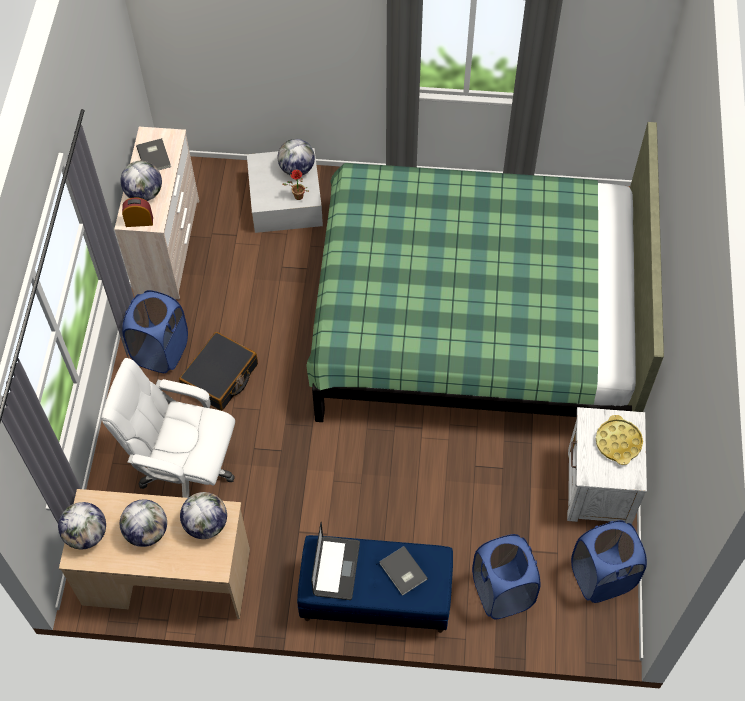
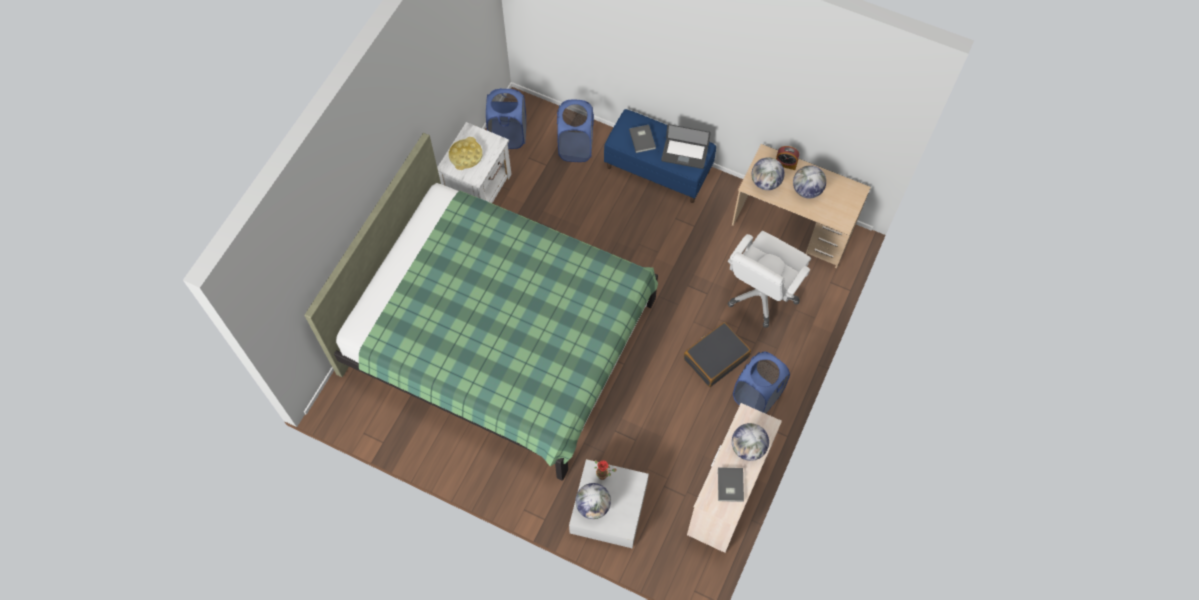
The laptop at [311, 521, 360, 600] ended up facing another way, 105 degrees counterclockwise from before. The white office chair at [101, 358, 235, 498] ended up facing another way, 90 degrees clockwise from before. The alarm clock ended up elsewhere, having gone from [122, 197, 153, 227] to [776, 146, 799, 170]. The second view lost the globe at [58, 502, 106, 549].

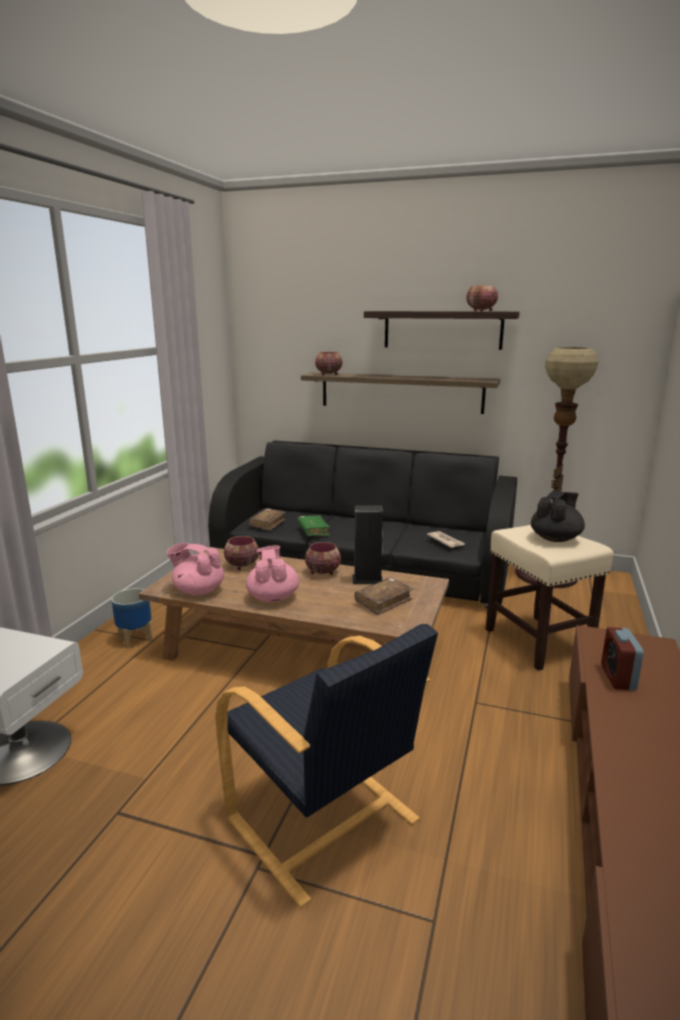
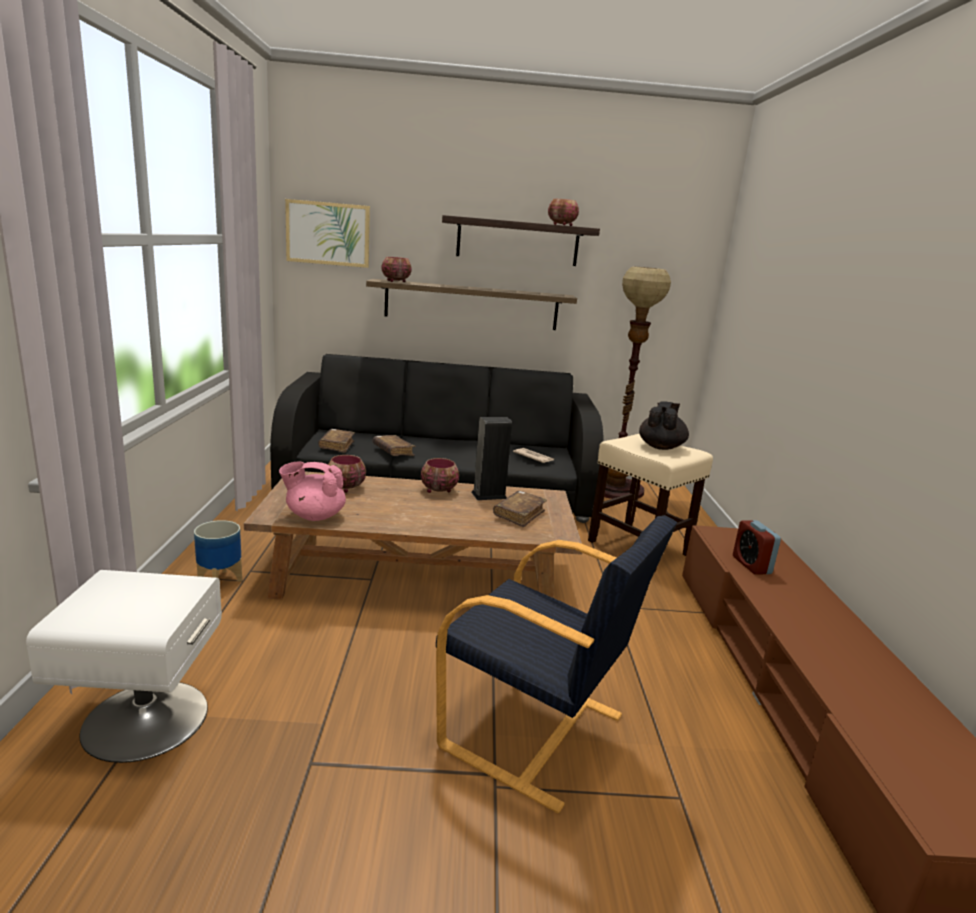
The second view gained the picture at [285, 199, 370, 268]. What was the green book at [297, 515, 330, 536] turned into the brown book at [373, 435, 416, 456]. The second view lost the pink teapot at [246, 545, 299, 602].

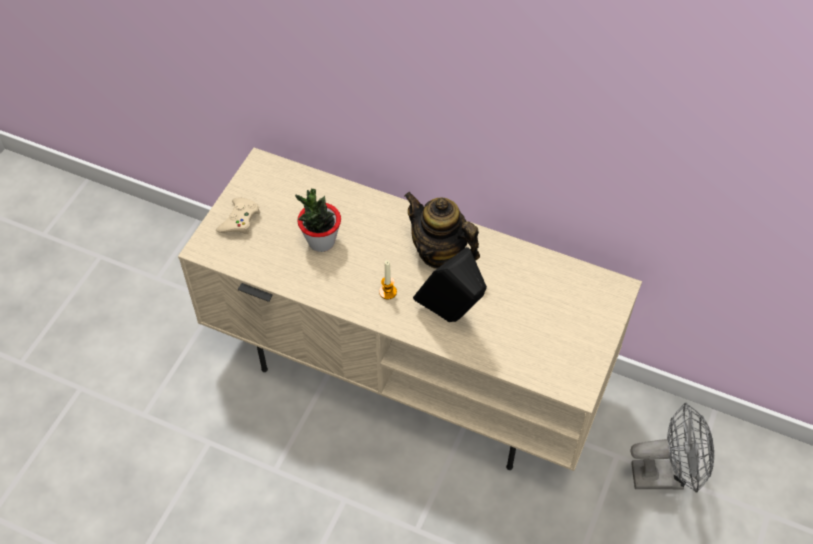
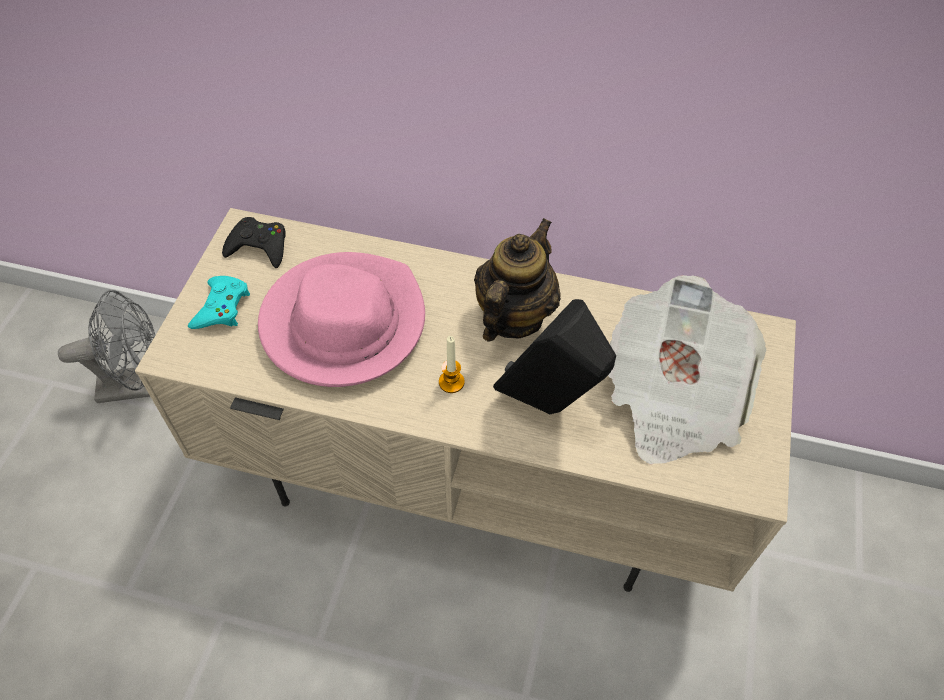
The grey fan ended up elsewhere, having gone from [631, 403, 714, 493] to [58, 290, 155, 403]. What was the beige game controller at [216, 198, 260, 234] turned into the turquoise game controller at [188, 276, 250, 329]. The second view gained the black game controller at [222, 217, 286, 268]. Where the potted plant stood at [295, 189, 341, 252], the pink hat came to stand at [258, 252, 425, 387]. The teapot at [404, 192, 480, 269] ended up facing another way, 90 degrees clockwise from before. The second view gained the newspaper at [608, 275, 767, 464].

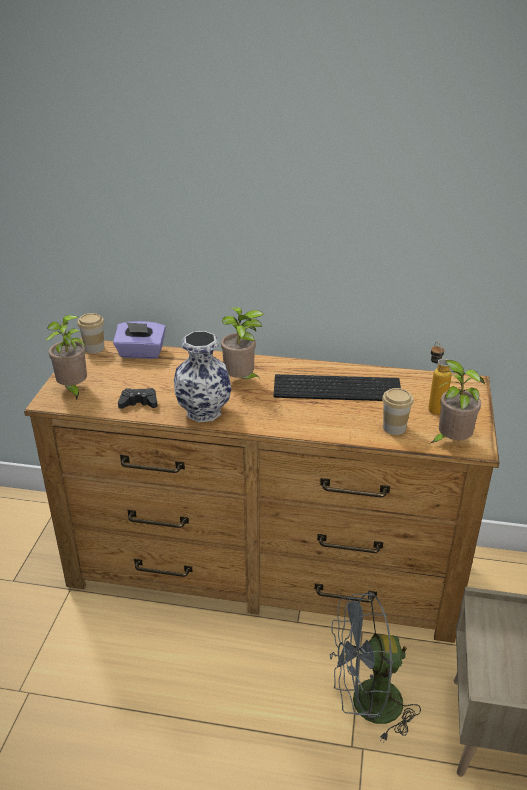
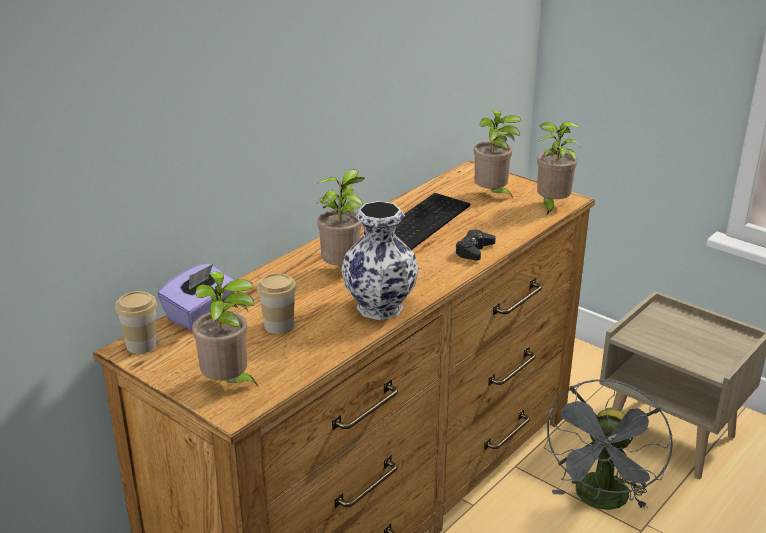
The cup ended up elsewhere, having gone from [382, 388, 414, 435] to [257, 273, 297, 334]. The black game controller ended up elsewhere, having gone from [118, 388, 158, 409] to [455, 230, 496, 260]. Where the bottle stood at [428, 341, 452, 415], the potted plant came to stand at [474, 111, 522, 200].

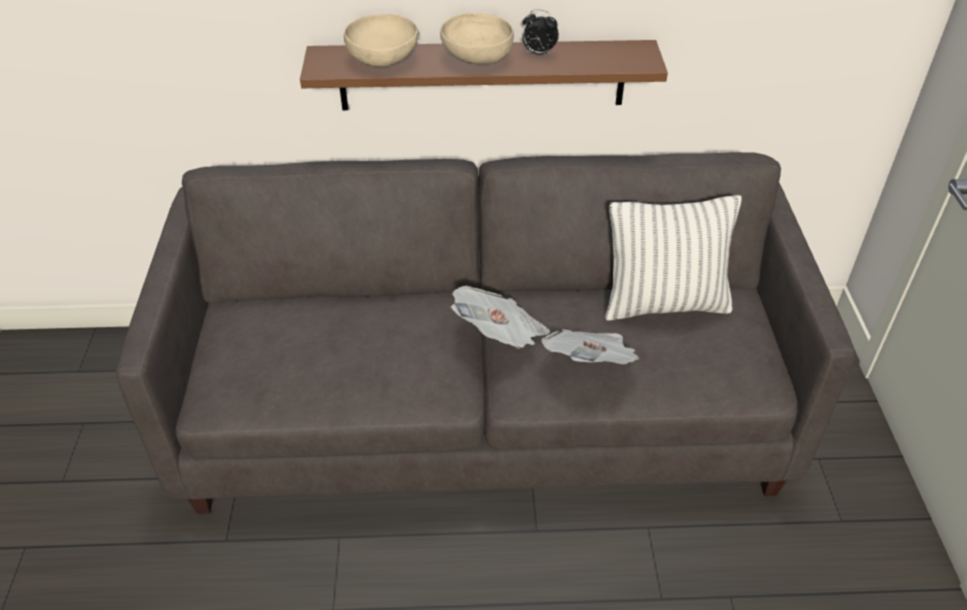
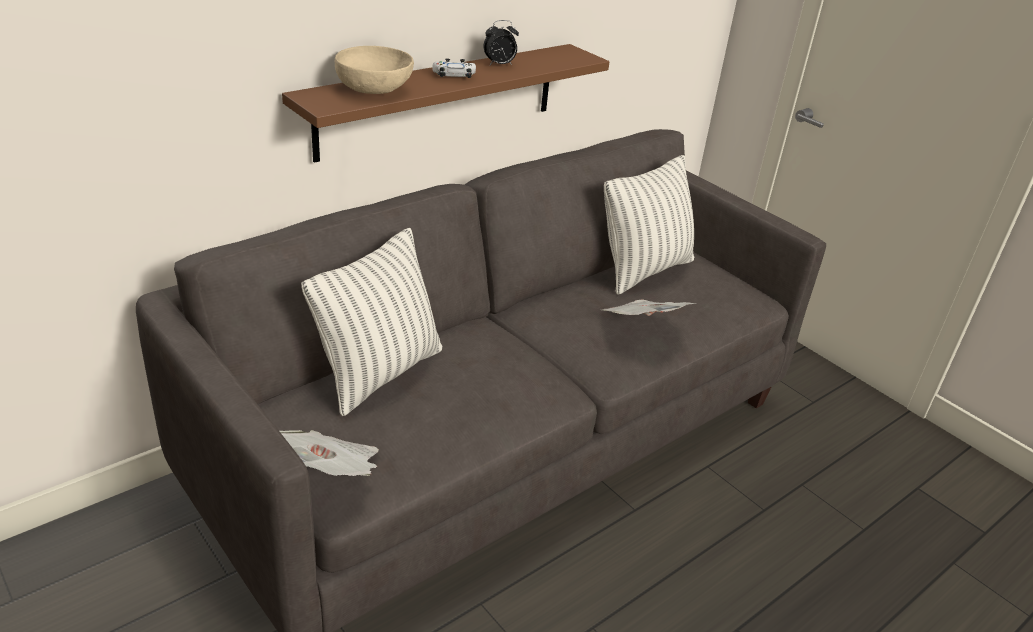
The newspaper ended up elsewhere, having gone from [451, 286, 550, 348] to [279, 430, 379, 476]. The second view gained the pillow at [301, 228, 442, 416]. Where the beige bowl stood at [440, 13, 514, 64], the white game controller came to stand at [433, 58, 476, 78].

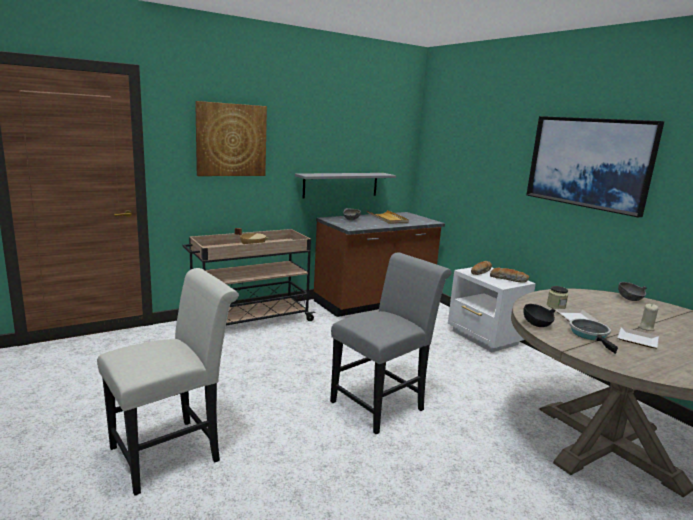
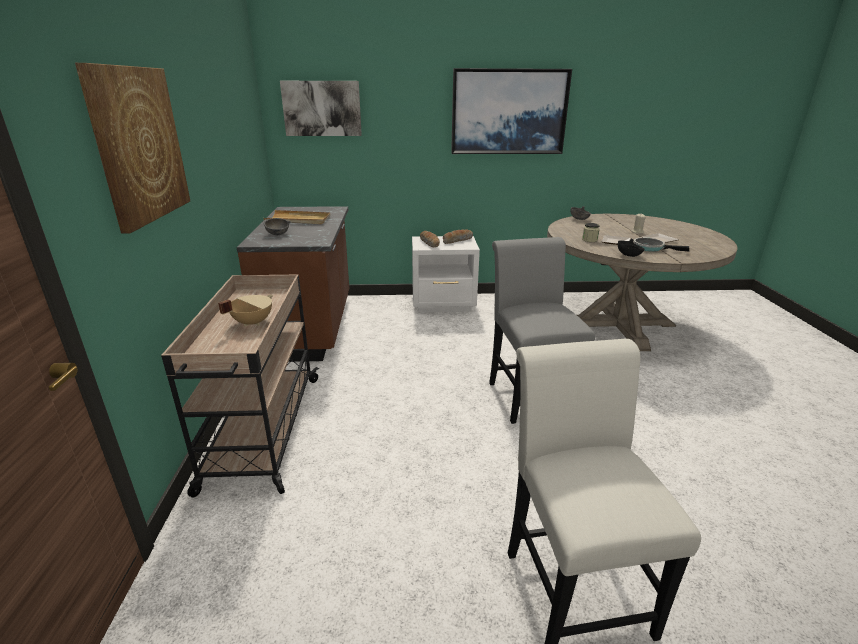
The second view gained the picture at [280, 81, 362, 136]. The second view lost the grey shelf at [295, 173, 396, 199].

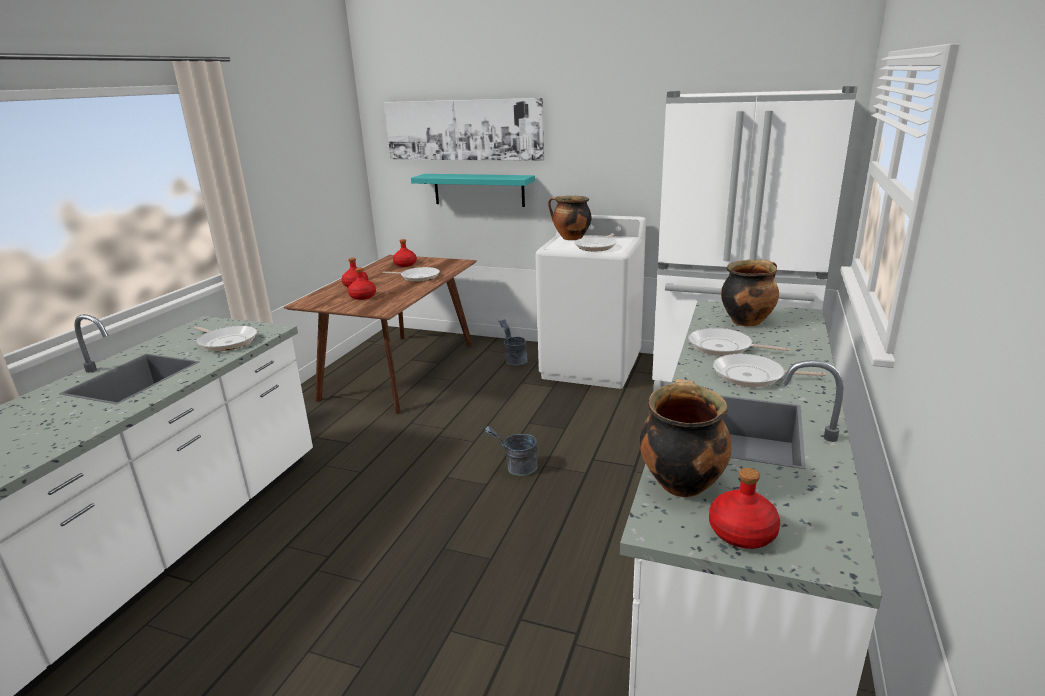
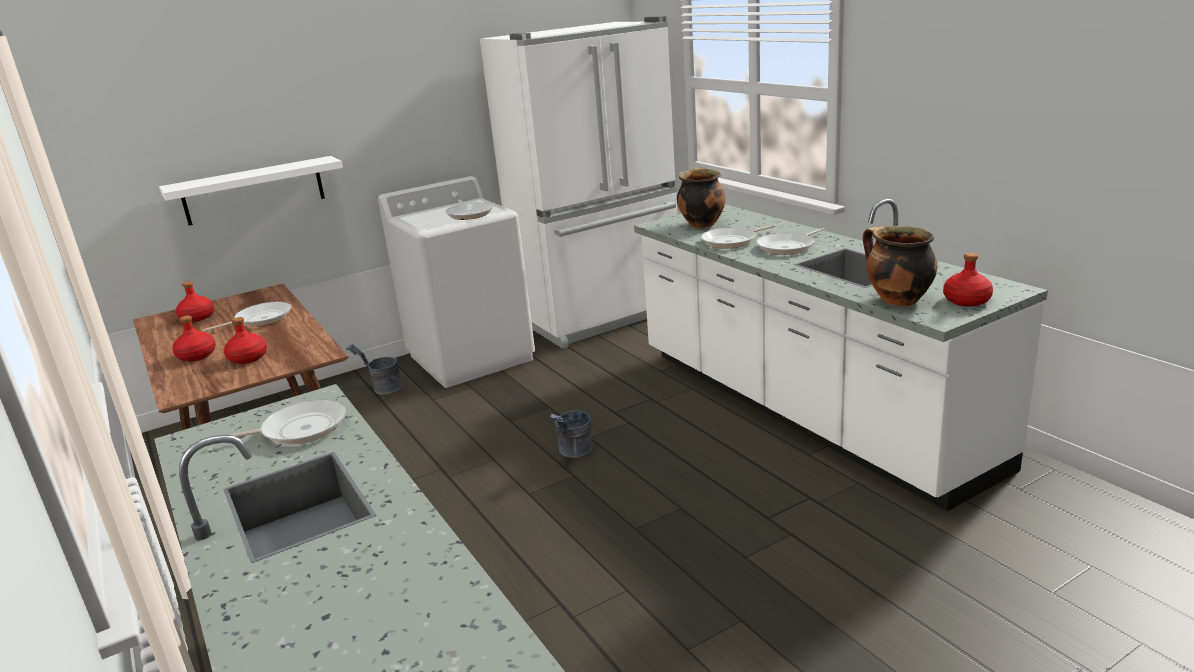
What was the turquoise shelf at [411, 174, 535, 207] turned into the white shelf at [159, 156, 343, 226]. The second view lost the picture at [384, 98, 544, 161]. The second view lost the cooking pot at [548, 196, 592, 240].

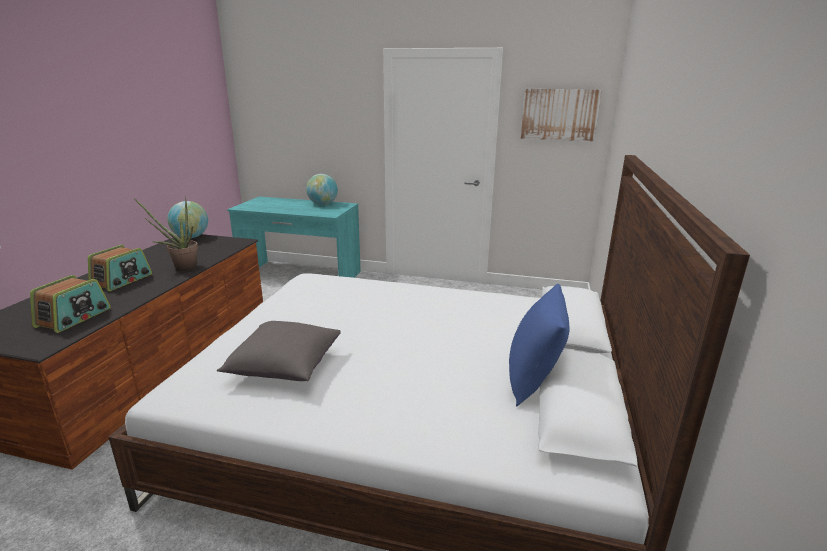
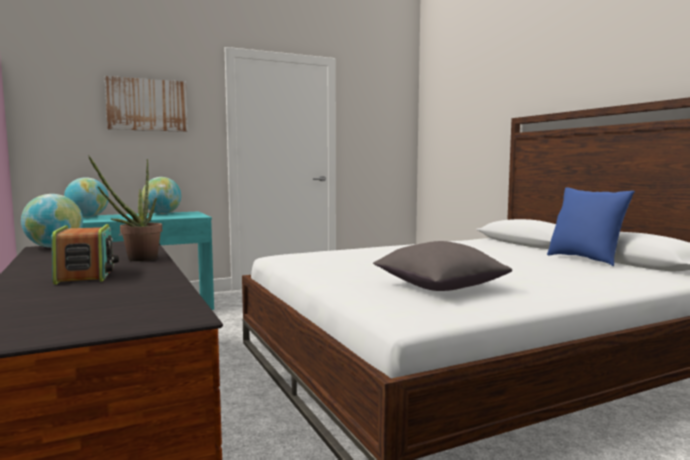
The second view gained the globe at [64, 177, 109, 217]. The picture ended up elsewhere, having gone from [521, 89, 602, 141] to [105, 76, 188, 132]. The second view lost the radio at [30, 275, 111, 333].

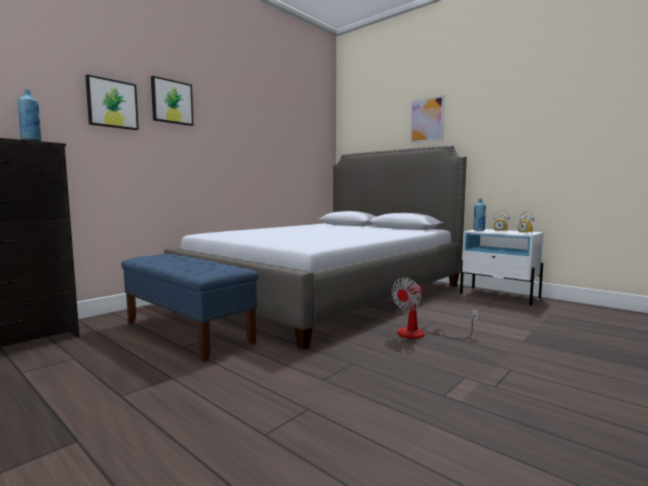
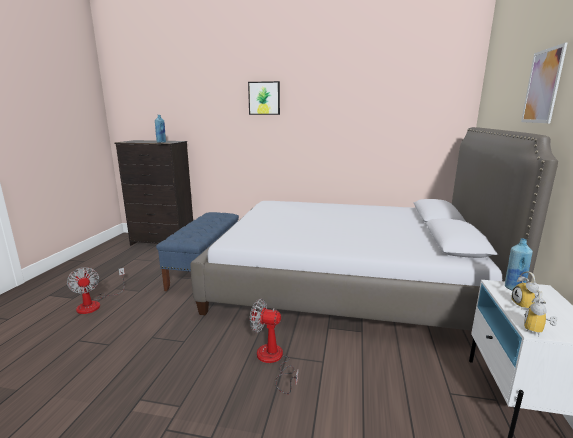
The second view gained the fan at [67, 267, 125, 314]. The second view lost the picture at [85, 74, 139, 130].

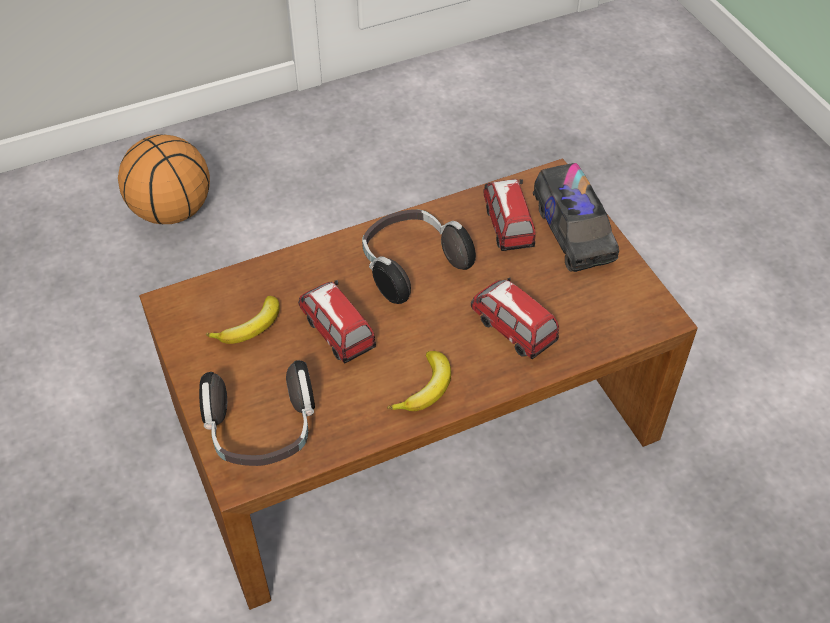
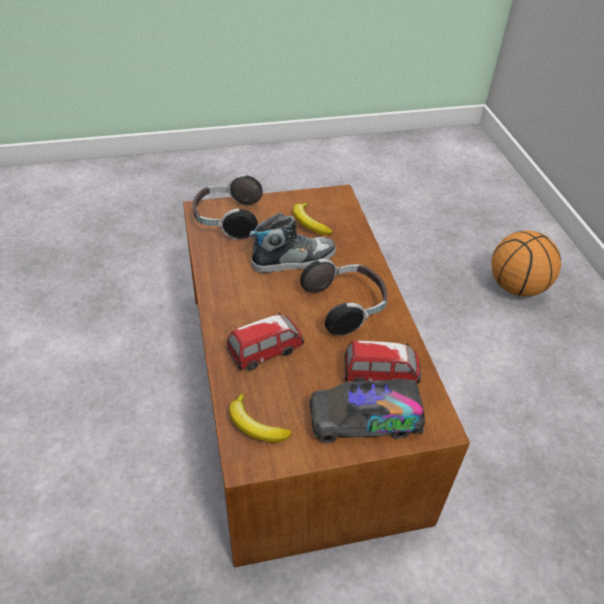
The banana ended up elsewhere, having gone from [387, 351, 451, 411] to [229, 392, 292, 443]. Where the toy car stood at [298, 280, 376, 363], the shoe came to stand at [249, 213, 336, 273].

